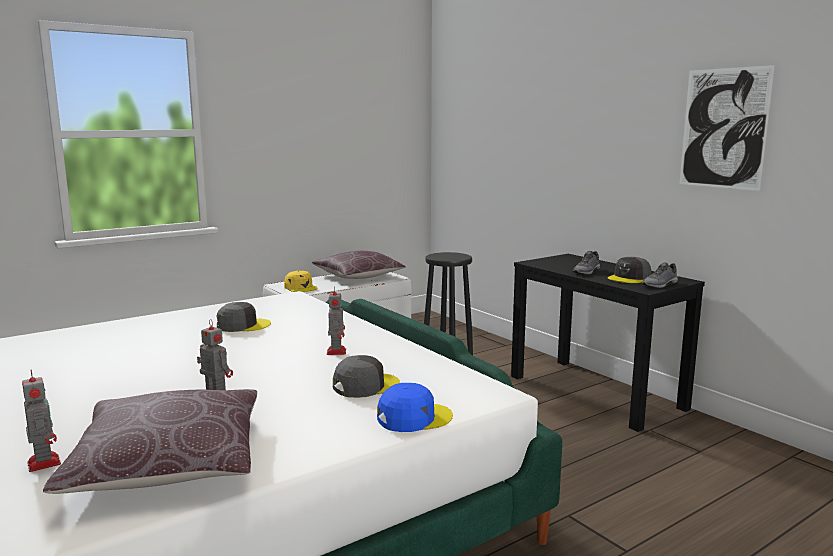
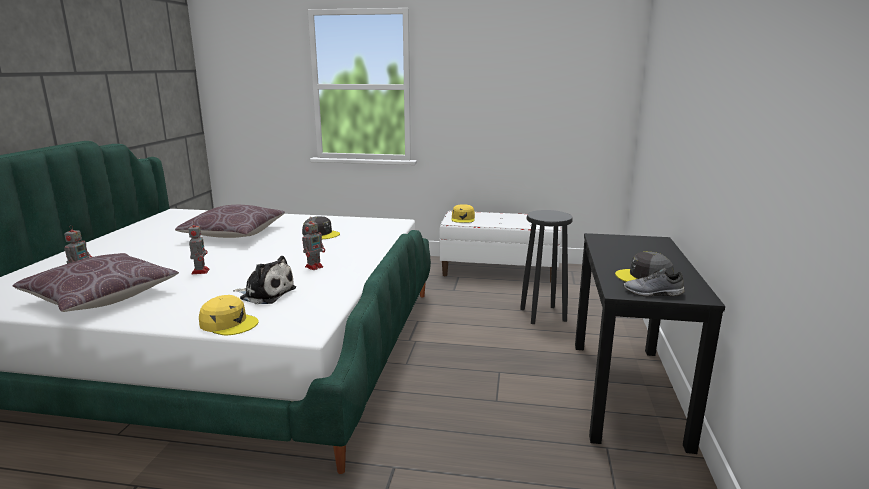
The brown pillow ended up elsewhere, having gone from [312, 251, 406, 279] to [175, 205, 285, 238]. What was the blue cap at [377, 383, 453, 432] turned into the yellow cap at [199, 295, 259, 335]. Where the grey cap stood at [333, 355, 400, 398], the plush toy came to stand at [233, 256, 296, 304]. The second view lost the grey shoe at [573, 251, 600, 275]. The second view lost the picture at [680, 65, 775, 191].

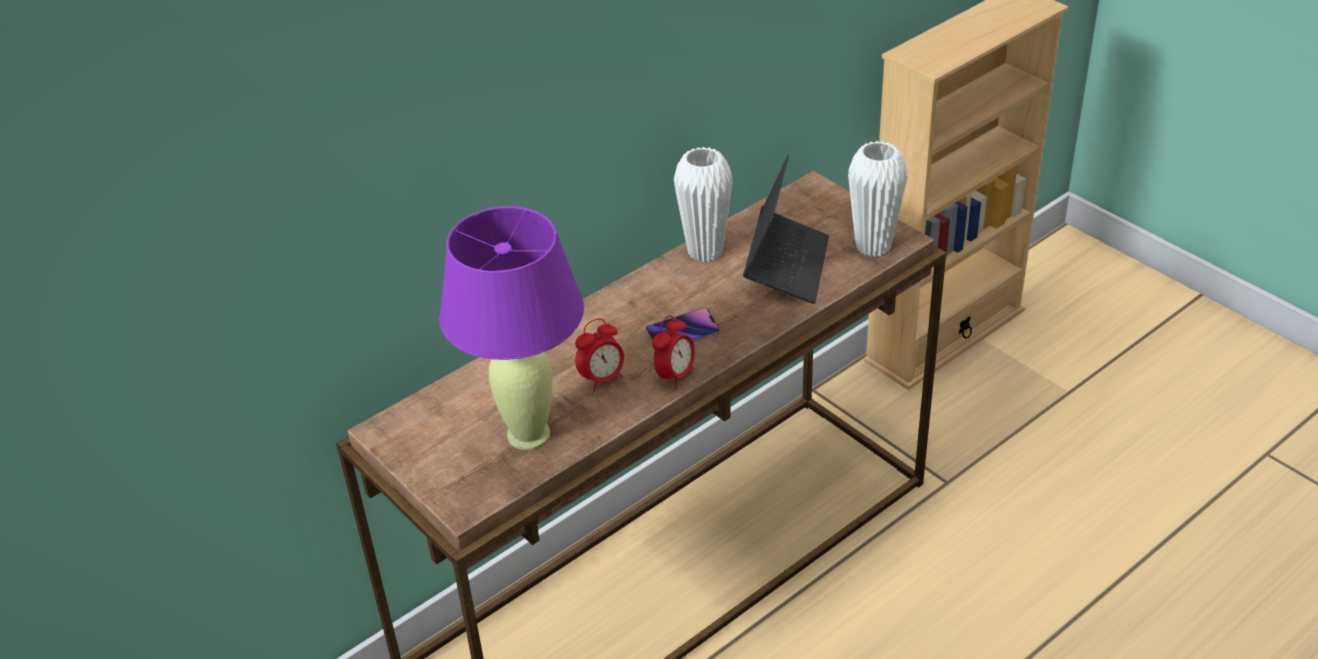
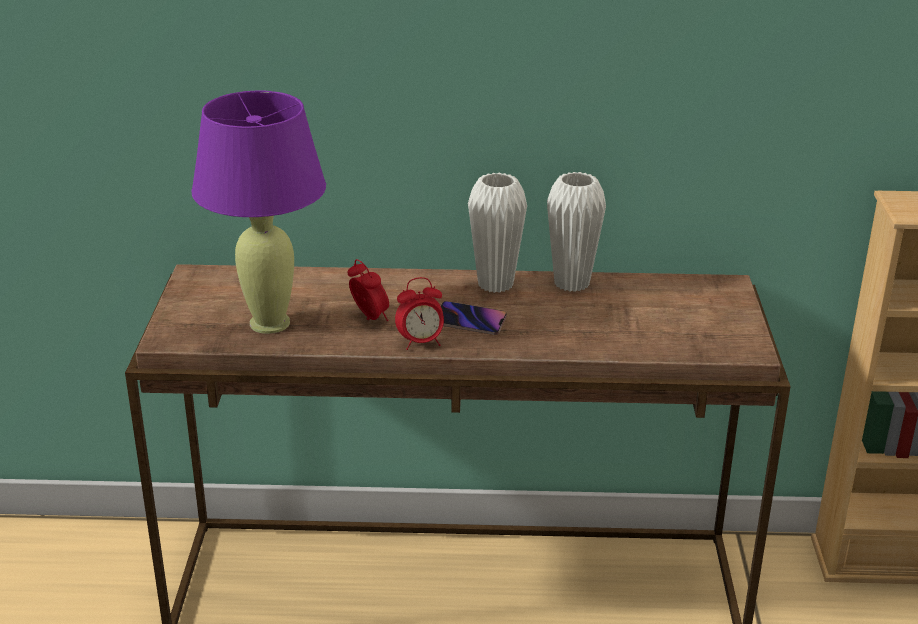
The alarm clock at [575, 318, 624, 391] ended up facing another way, 135 degrees counterclockwise from before. The white vase ended up elsewhere, having gone from [848, 141, 908, 257] to [468, 173, 527, 293]. The second view lost the laptop at [743, 155, 829, 304].

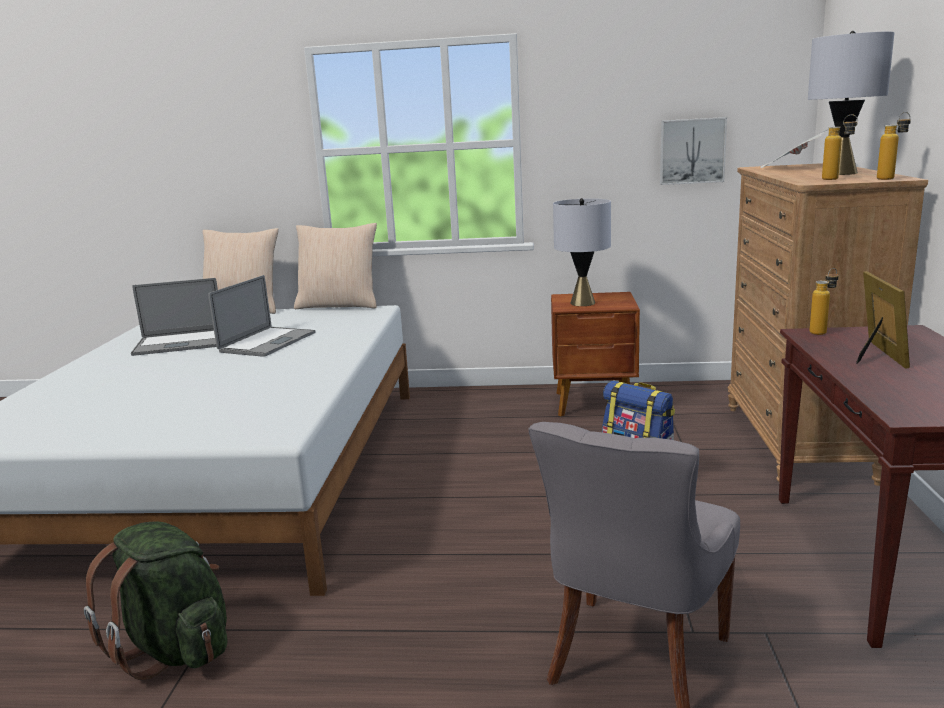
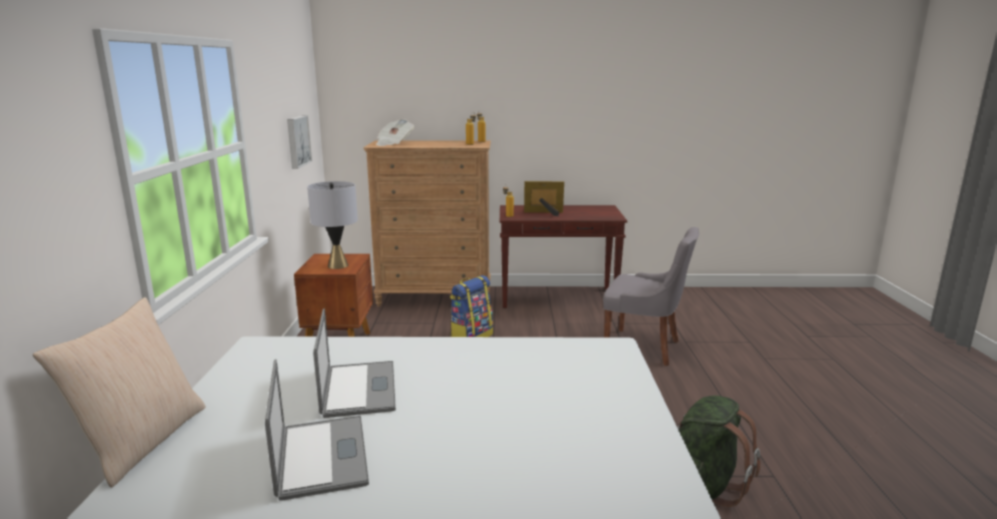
The laptop at [208, 275, 316, 357] ended up facing another way, 60 degrees clockwise from before. The second view lost the beige pillow at [294, 223, 377, 309]. The second view lost the grey table lamp at [808, 31, 895, 175].

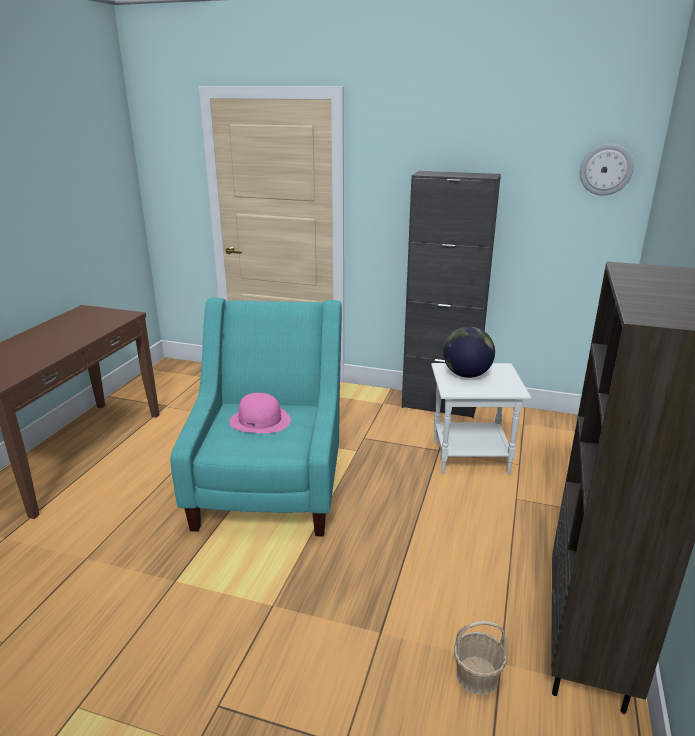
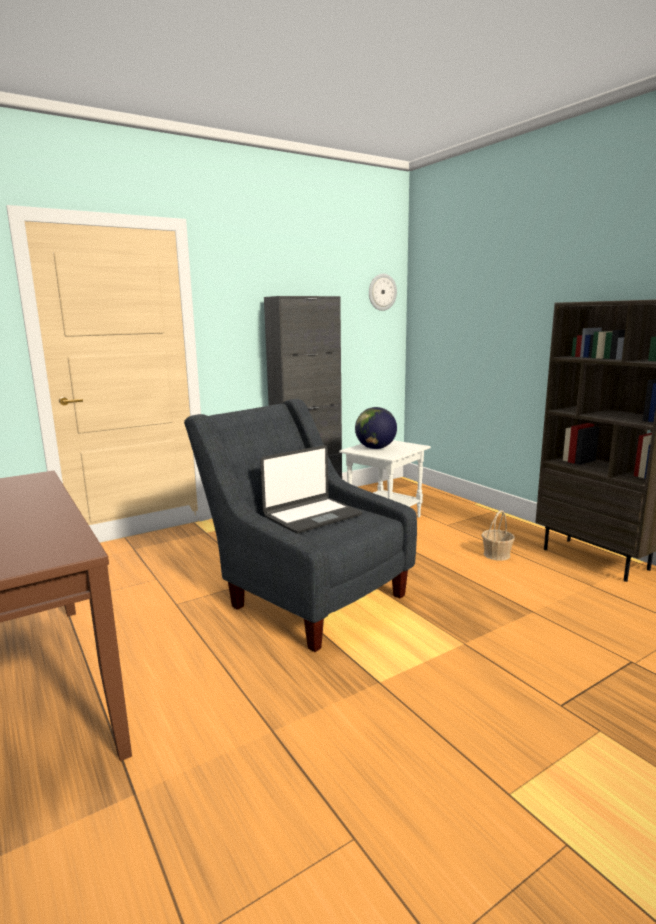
What was the turquoise armchair at [170, 298, 342, 536] turned into the grey armchair at [184, 399, 417, 652]. Where the pink hat stood at [229, 393, 291, 433], the laptop came to stand at [260, 445, 362, 533]. The basket ended up elsewhere, having gone from [454, 621, 507, 695] to [482, 510, 515, 561].

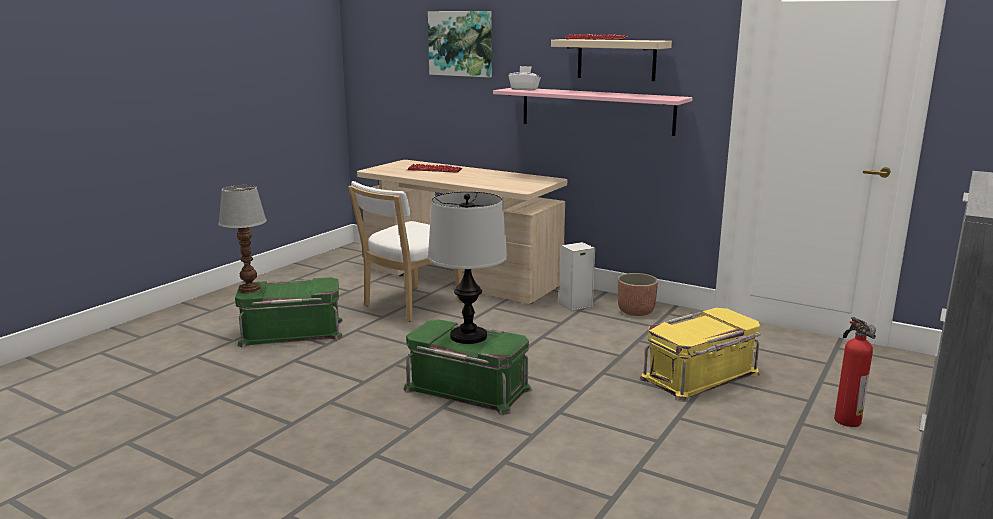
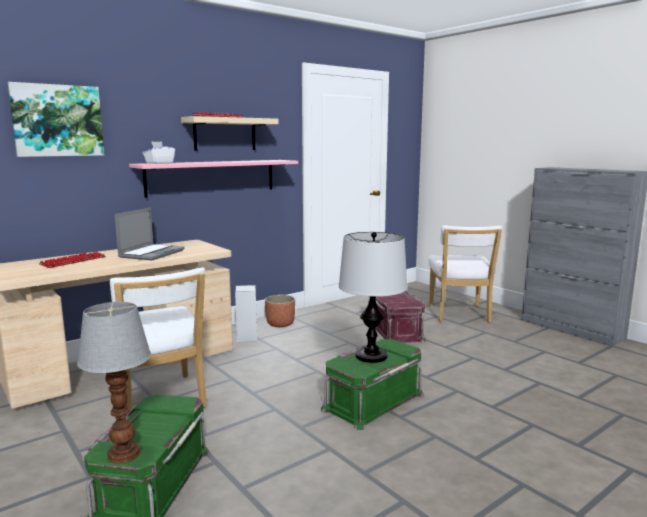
The second view gained the laptop at [115, 208, 184, 260]. What was the yellow storage box at [640, 308, 761, 402] turned into the red storage box at [368, 291, 427, 343]. Where the fire extinguisher stood at [834, 317, 876, 427], the white chair came to stand at [428, 225, 502, 323].

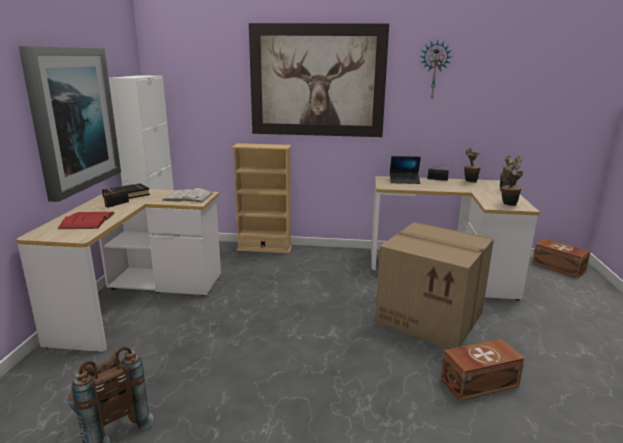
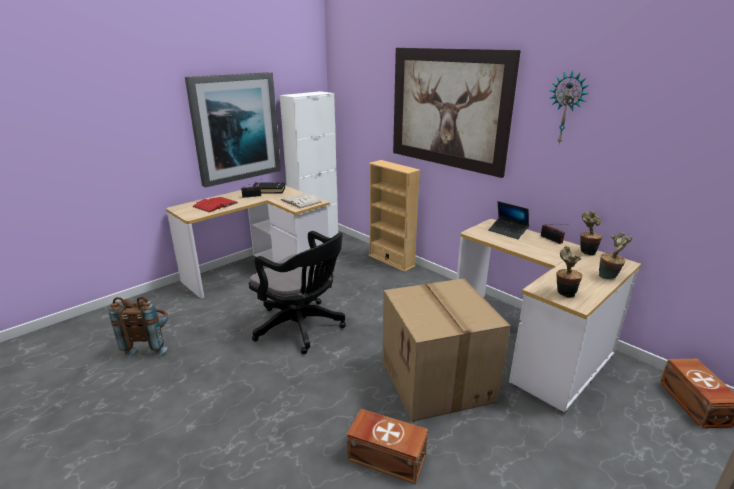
The second view gained the black office chair at [249, 231, 346, 354].

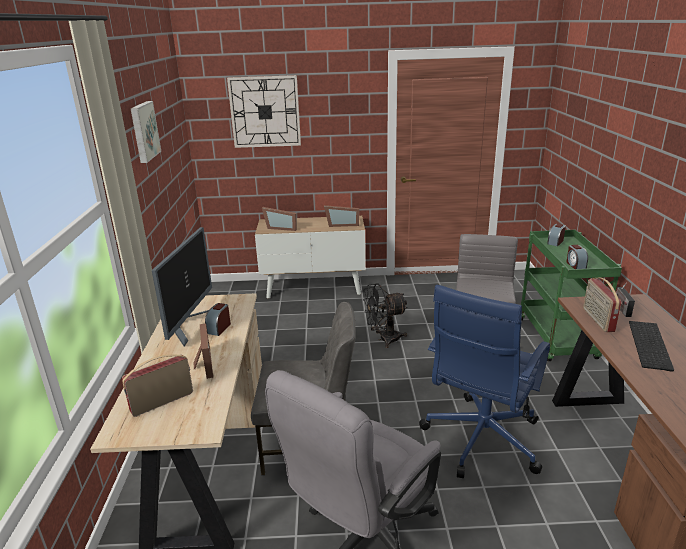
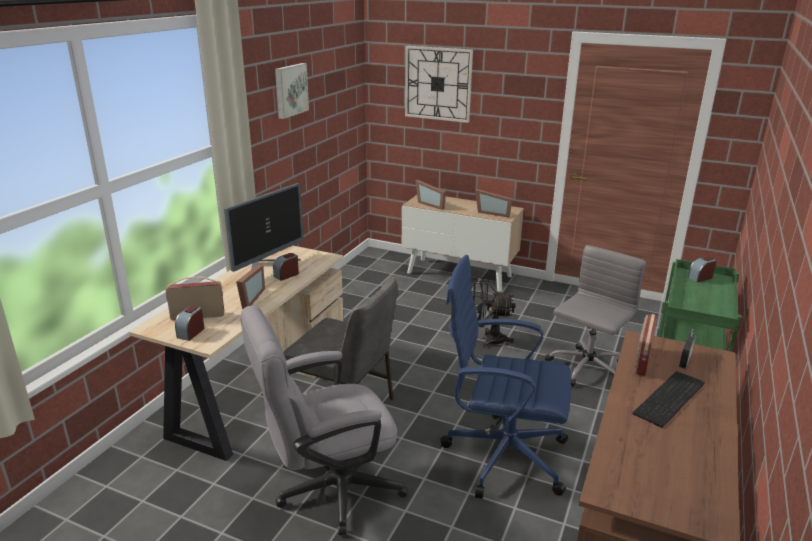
The alarm clock ended up elsewhere, having gone from [566, 245, 588, 269] to [175, 305, 204, 341]. The blue office chair at [419, 285, 550, 478] ended up facing another way, 45 degrees clockwise from before.

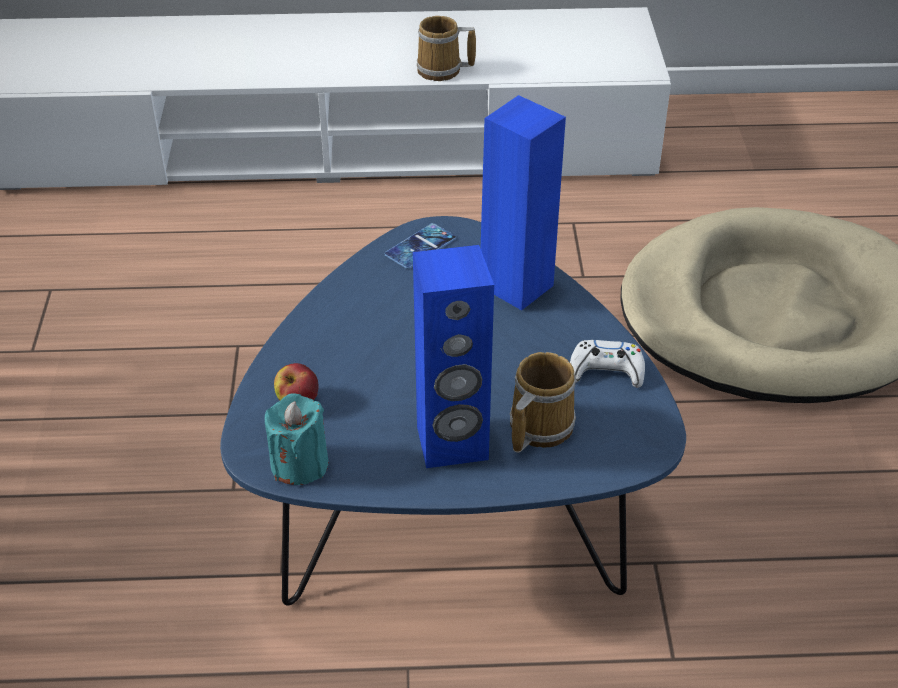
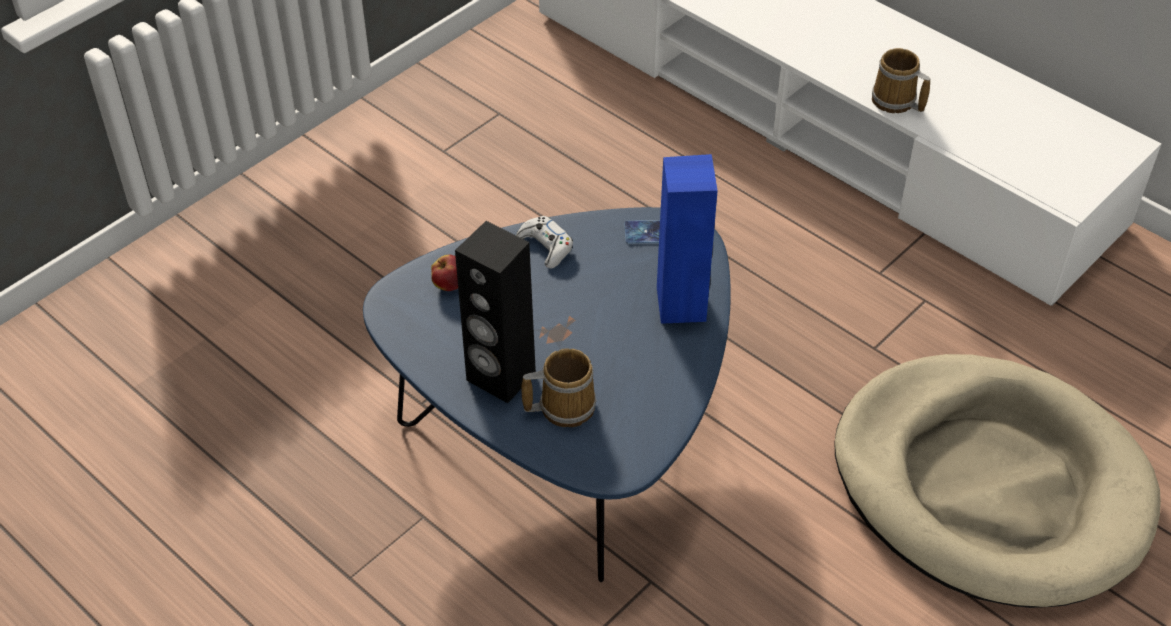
What was the blue speaker at [413, 245, 494, 468] turned into the black speaker at [455, 221, 536, 403]. The white game controller ended up elsewhere, having gone from [570, 340, 645, 388] to [516, 216, 573, 269]. The second view lost the turquoise candle at [265, 393, 329, 485].

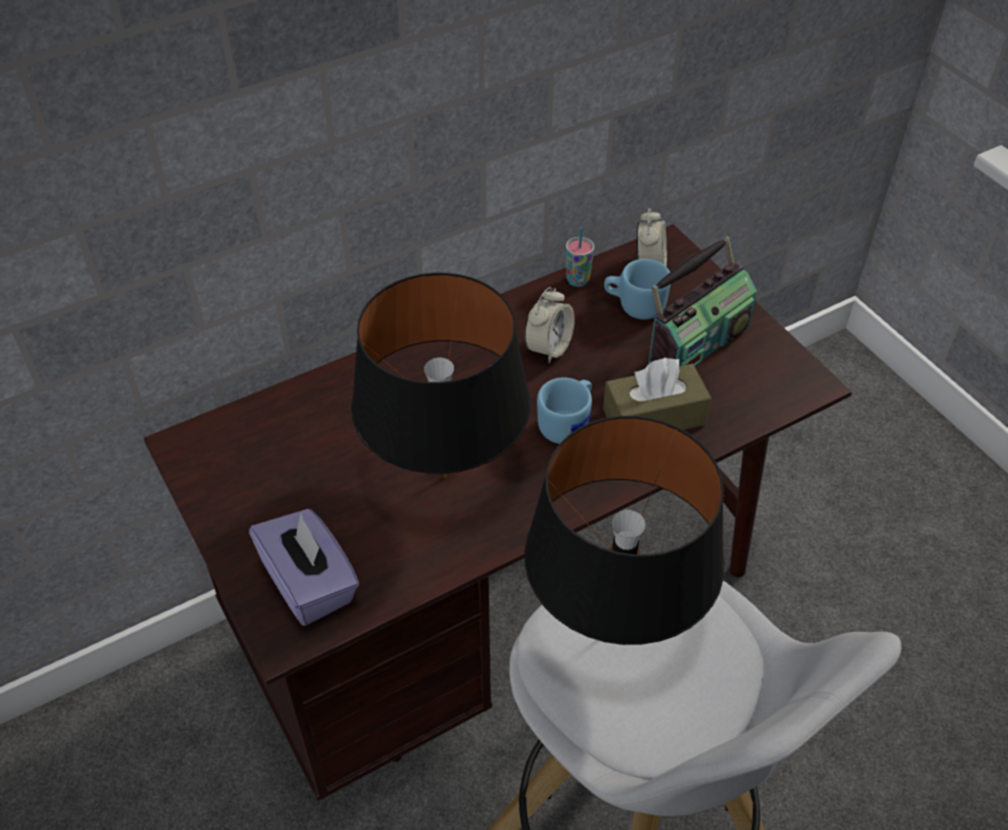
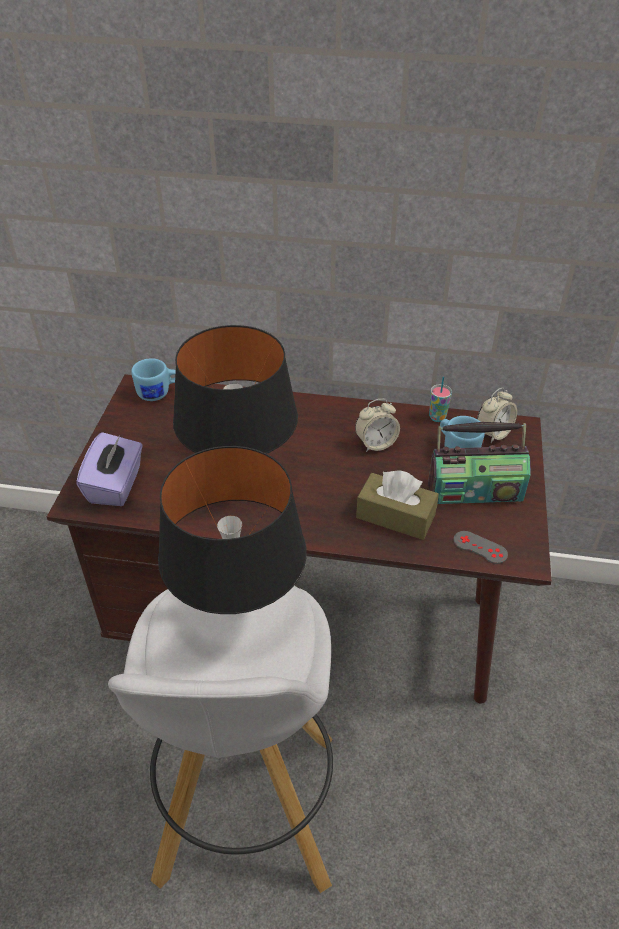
The blue mug ended up elsewhere, having gone from [537, 378, 592, 444] to [131, 358, 175, 401]. The second view gained the grey game controller at [453, 531, 508, 564].

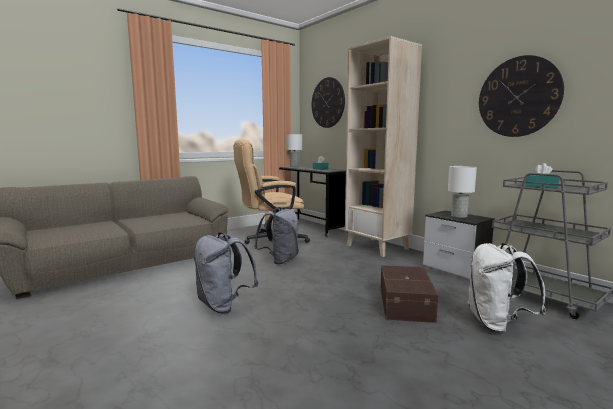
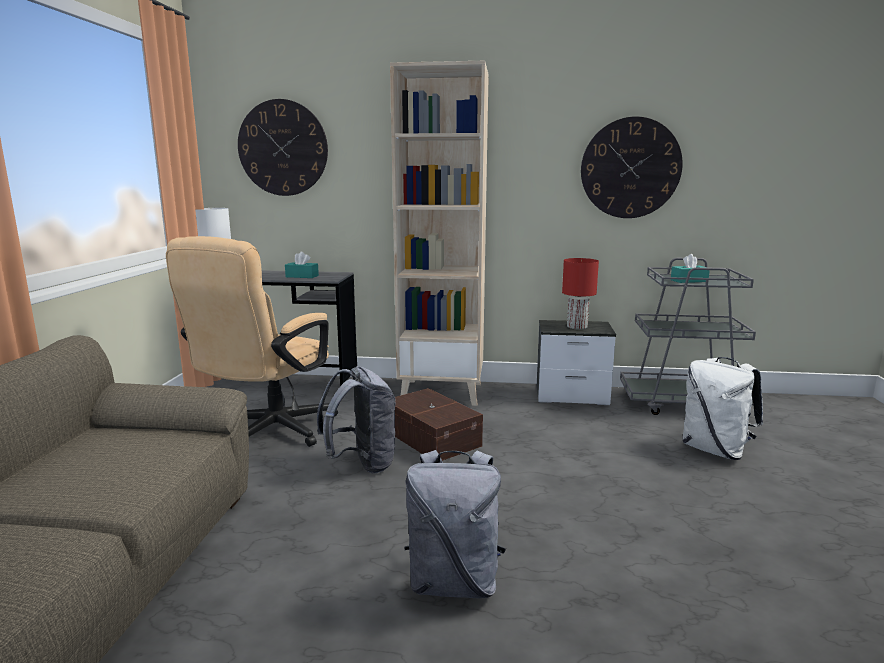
The brown storage box ended up elsewhere, having gone from [381, 265, 438, 323] to [395, 388, 483, 461]. What was the white table lamp at [448, 166, 477, 218] turned into the red table lamp at [562, 258, 599, 329].

